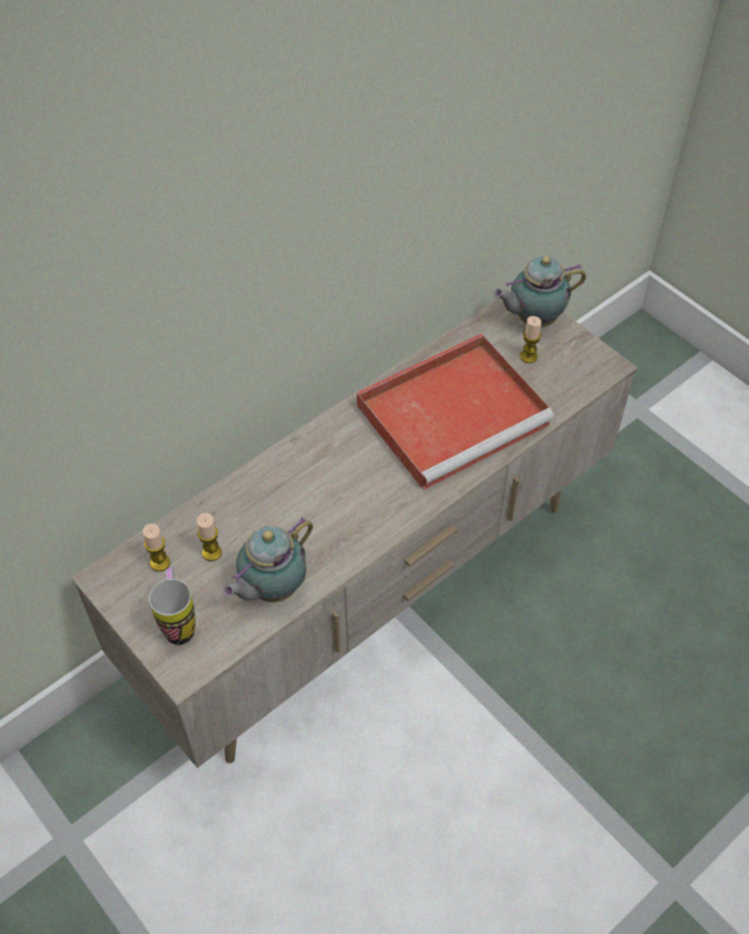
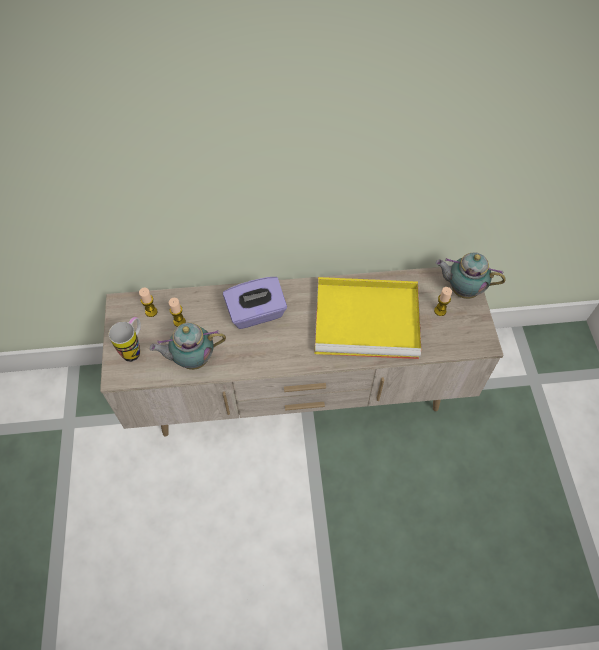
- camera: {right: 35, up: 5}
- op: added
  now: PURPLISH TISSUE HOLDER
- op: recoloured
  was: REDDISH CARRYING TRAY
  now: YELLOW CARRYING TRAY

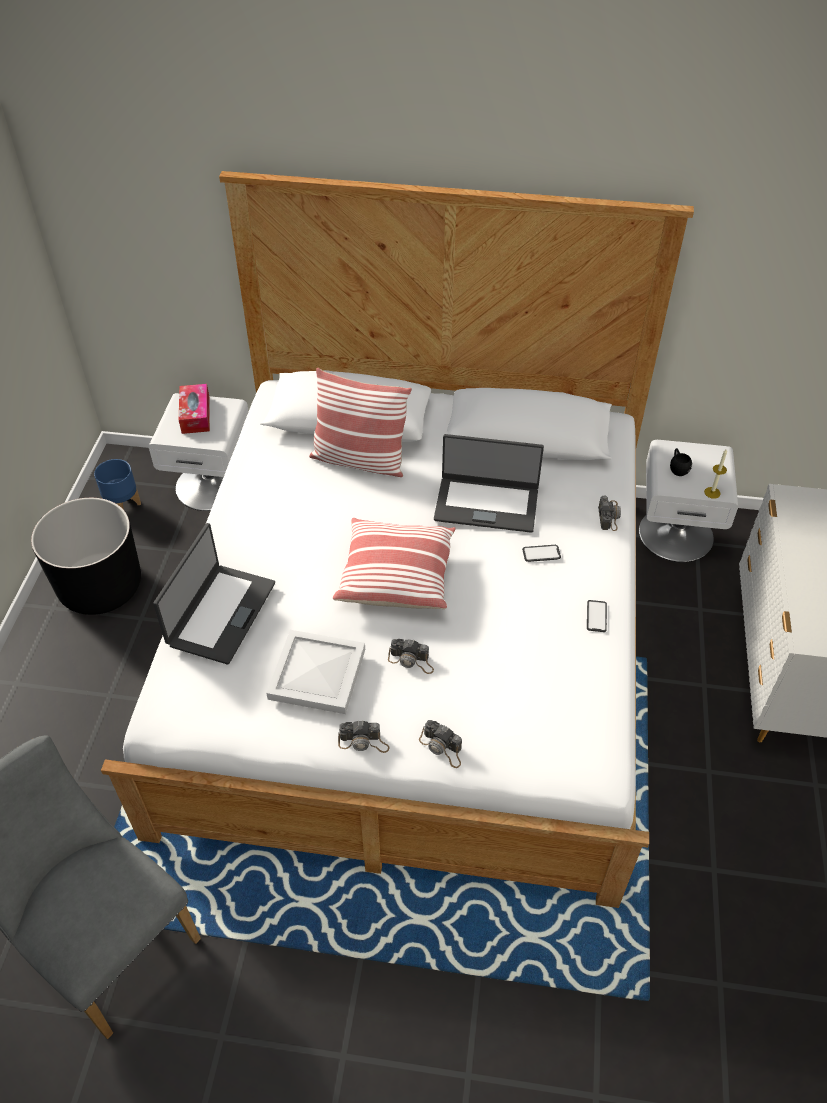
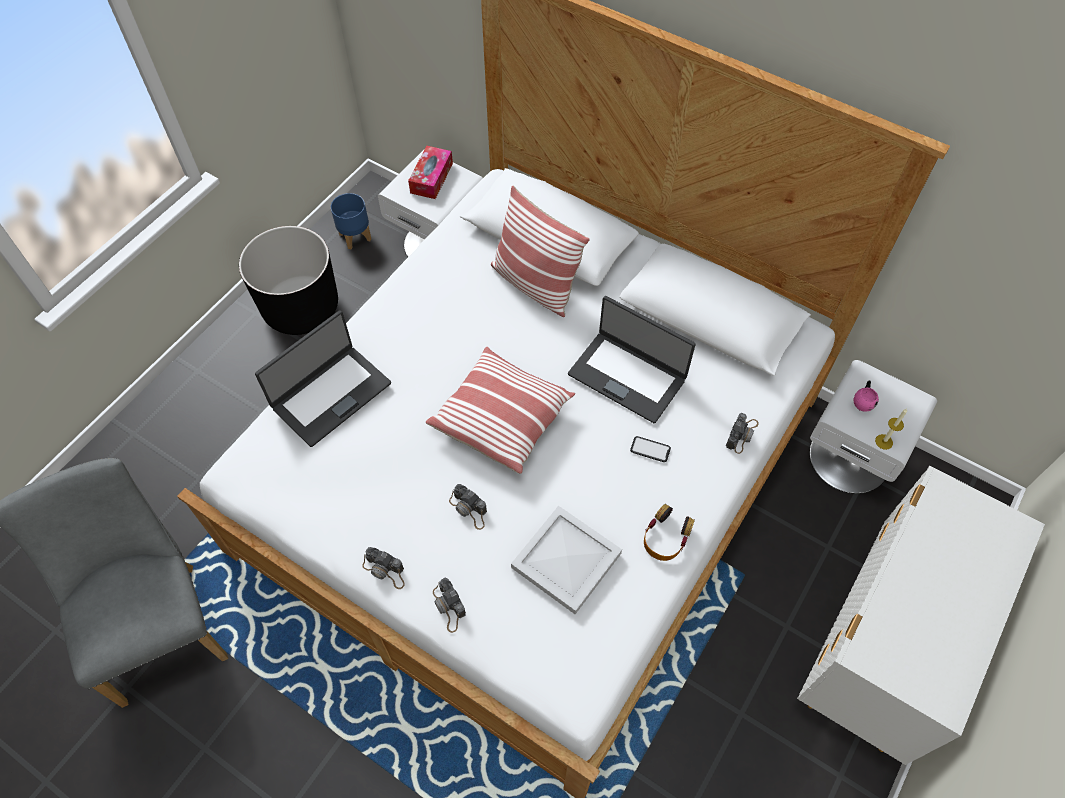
- camera: {right: 25, up: 10}
- op: moved
  was: WHITISH CARRYING TRAY
- op: replaced
  was: TELEPHONE (2nd from left)
  now: PAIR OF HEADPHONES
- op: recoloured
  was: BLACKISH COFFEE MUG
  now: PINK-COLOURED COFFEE MUG

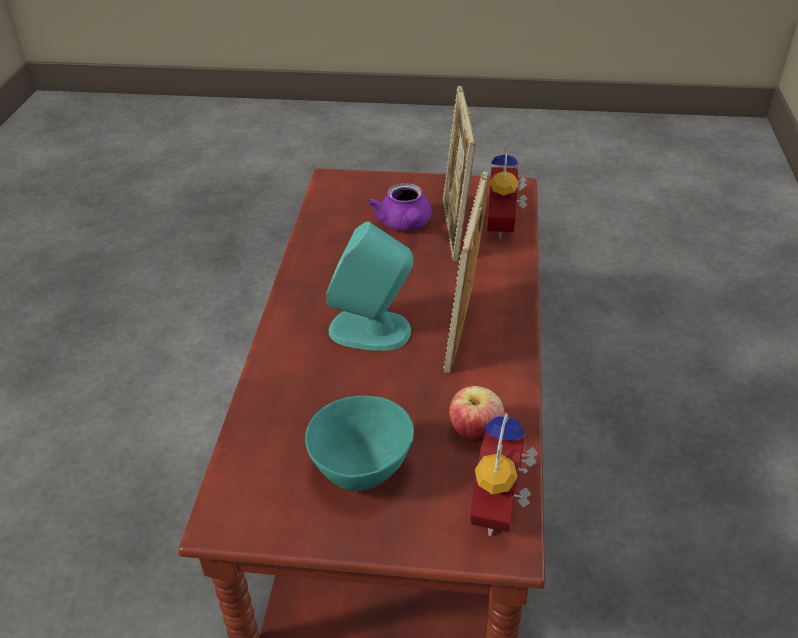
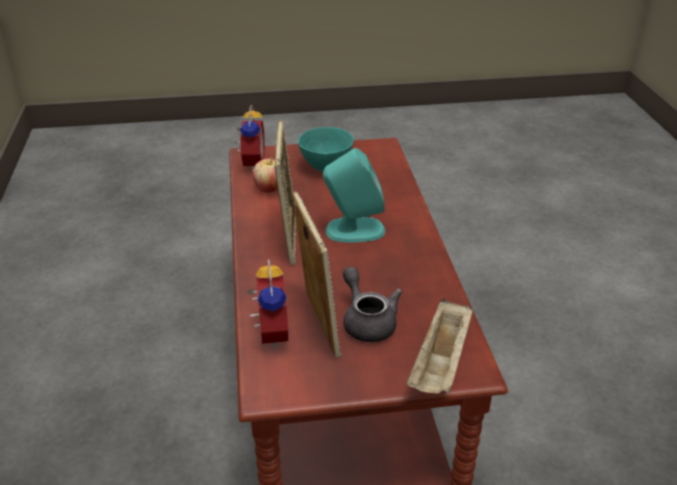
- camera: {right: 165, up: -5}
- op: recoloured
  was: PURPLISH POT FOR TEA
  now: GREY POT FOR TEA
- op: added
  now: BEIGE CARRYING TRAY

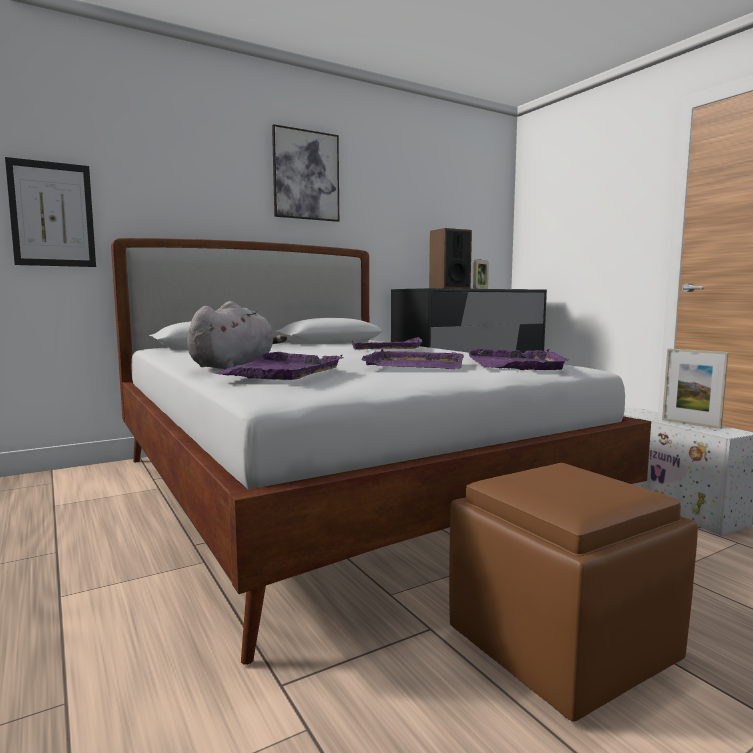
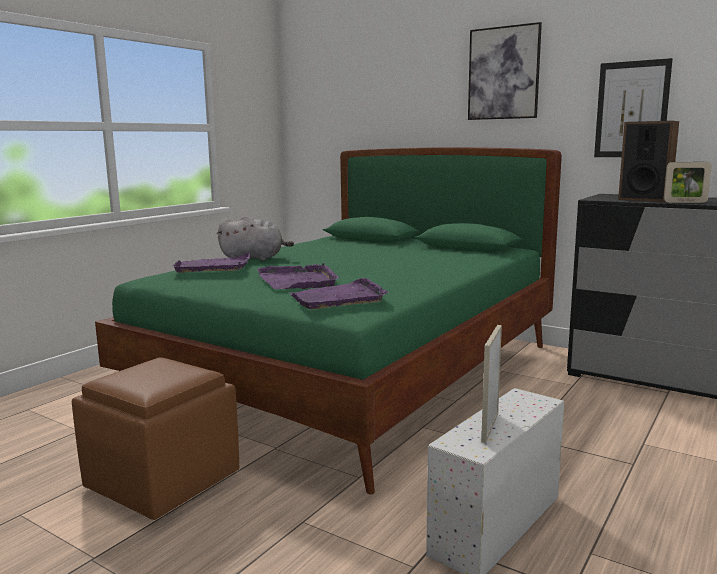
- camera: {right: 65, up: 5}
- op: recoloured
  was: WHITISH BEDROOM BED
  now: GREEN BEDROOM BED
- op: moved
  was: PICTURE (1st from left in the first image)
  now: PICTURE (2nd from left)
- op: removed
  was: PURPLISH CARRYING TRAY (2nd from left)

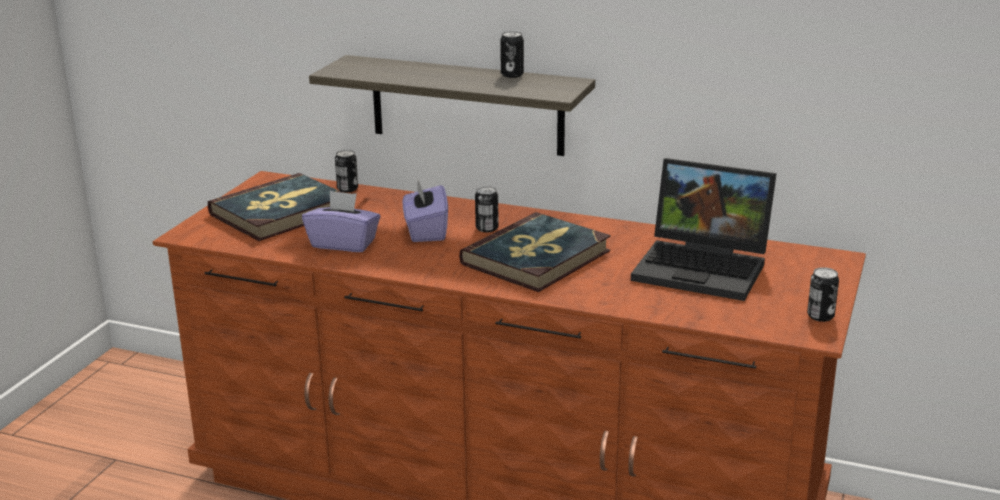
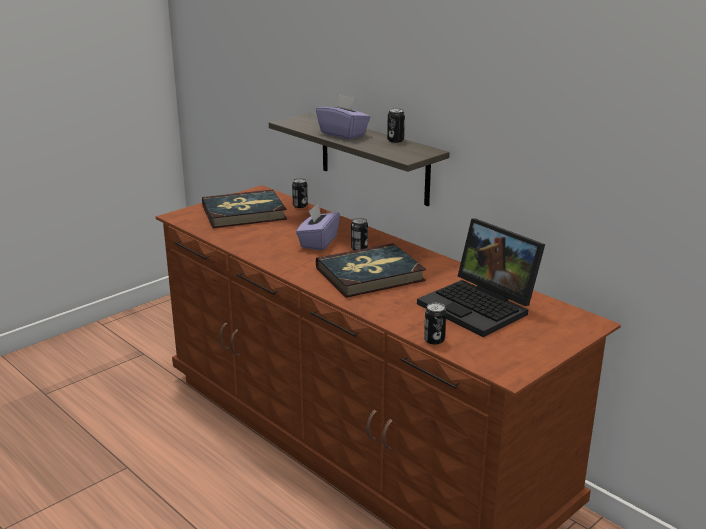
- camera: {right: 25, up: 0}
- op: moved
  was: PURPLISH TISSUE HOLDER (1st from left in the first image)
  now: PURPLISH TISSUE HOLDER (2nd from left)
- op: moved
  was: SEALED CAN (4th from left)

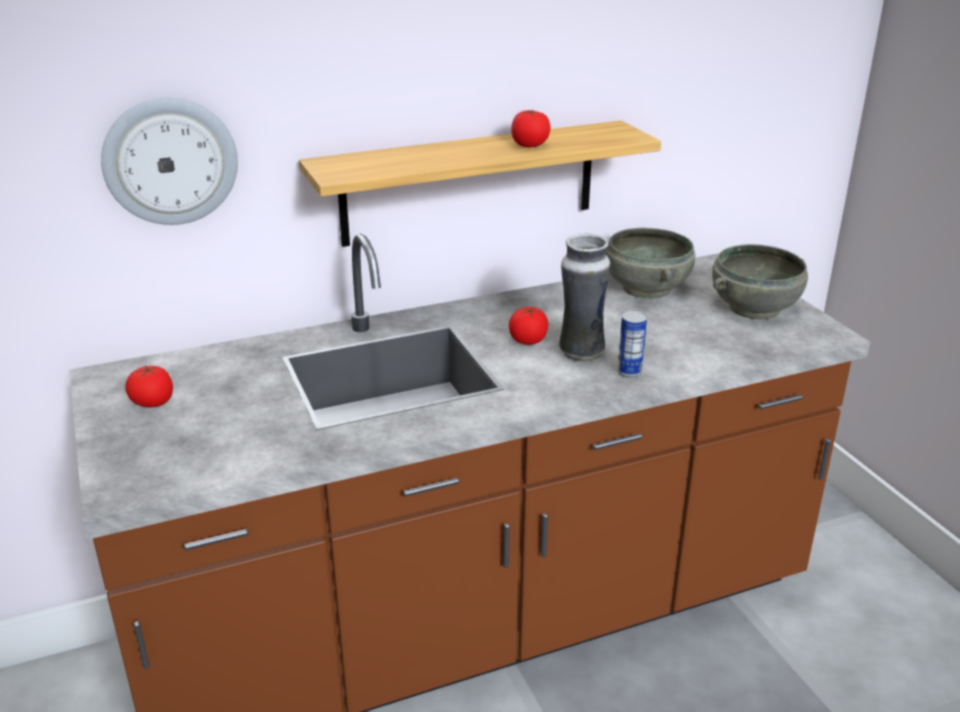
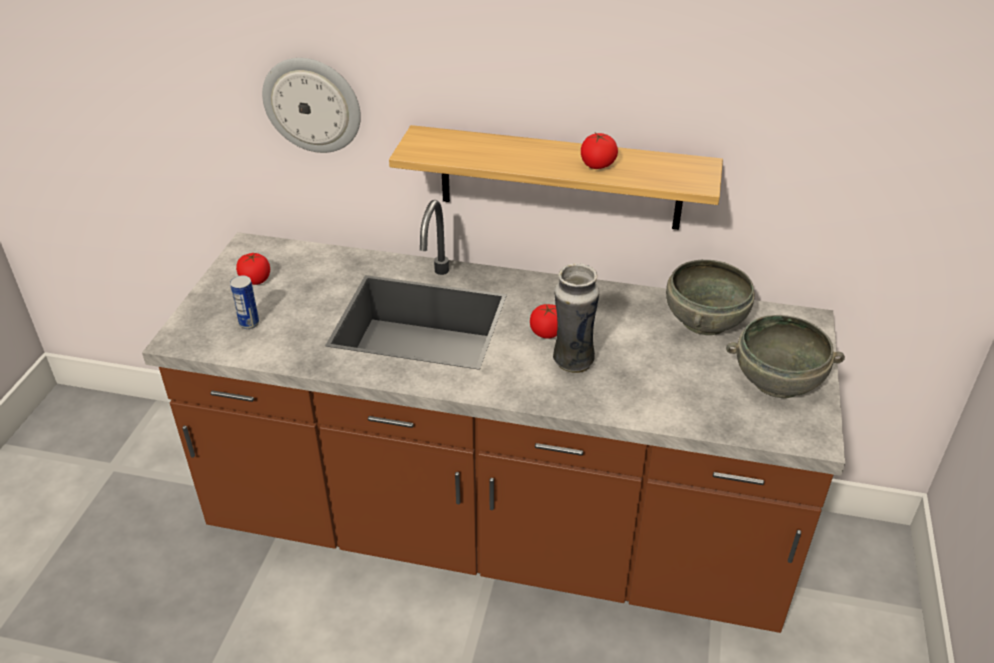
- camera: {right: 35, up: 10}
- op: moved
  was: SEALED CAN

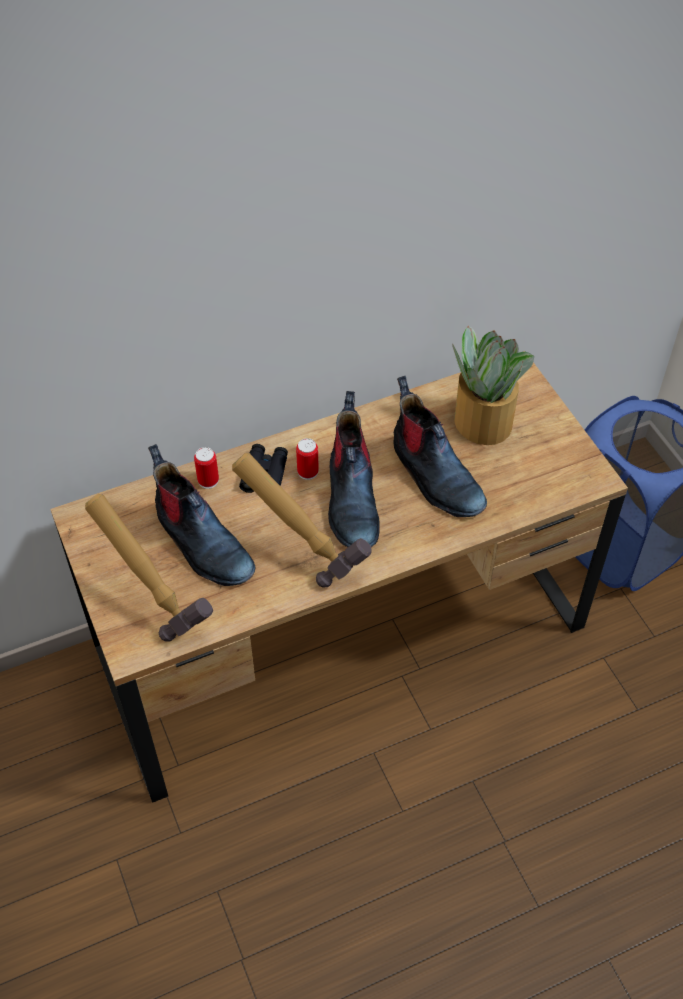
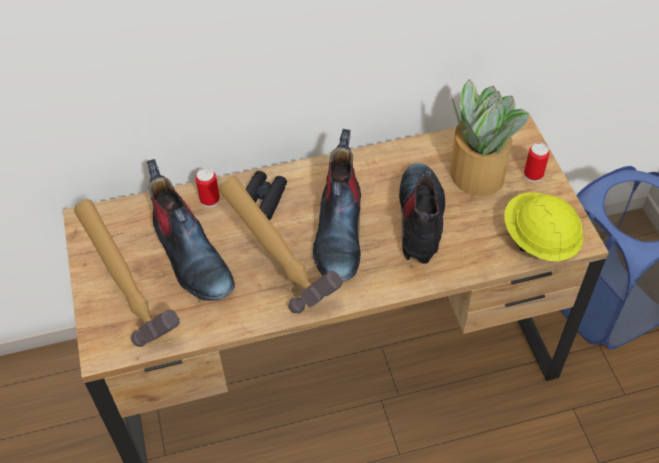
- camera: {right: 10, up: 0}
- op: turned
  was: TALL BOOT (3rd from left)
  clockwise: -150
- op: added
  now: YELLOW HARD HAT
- op: moved
  was: SEALED CAN (2nd from left)

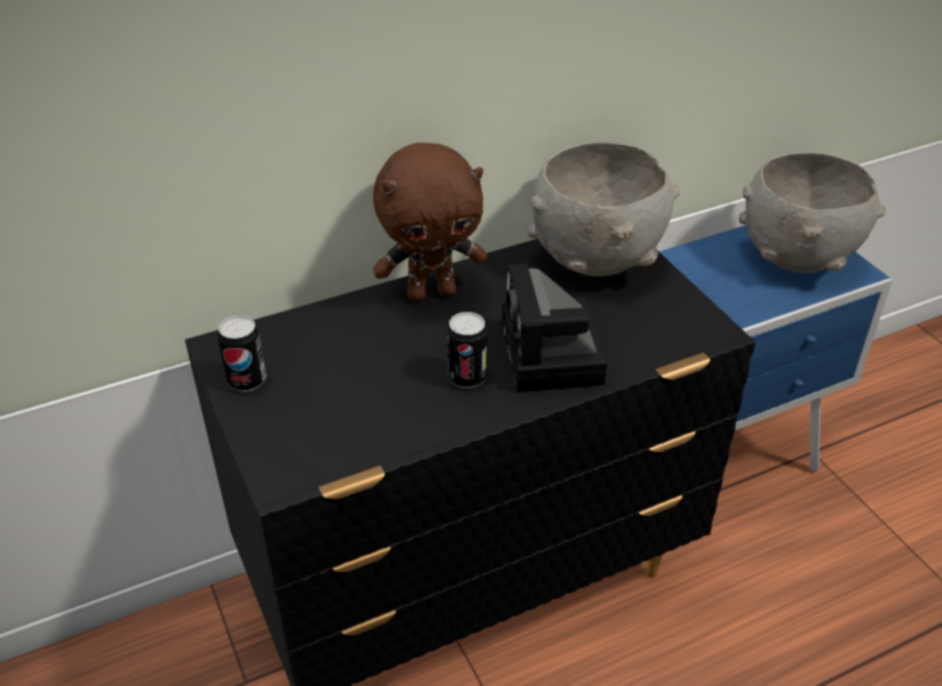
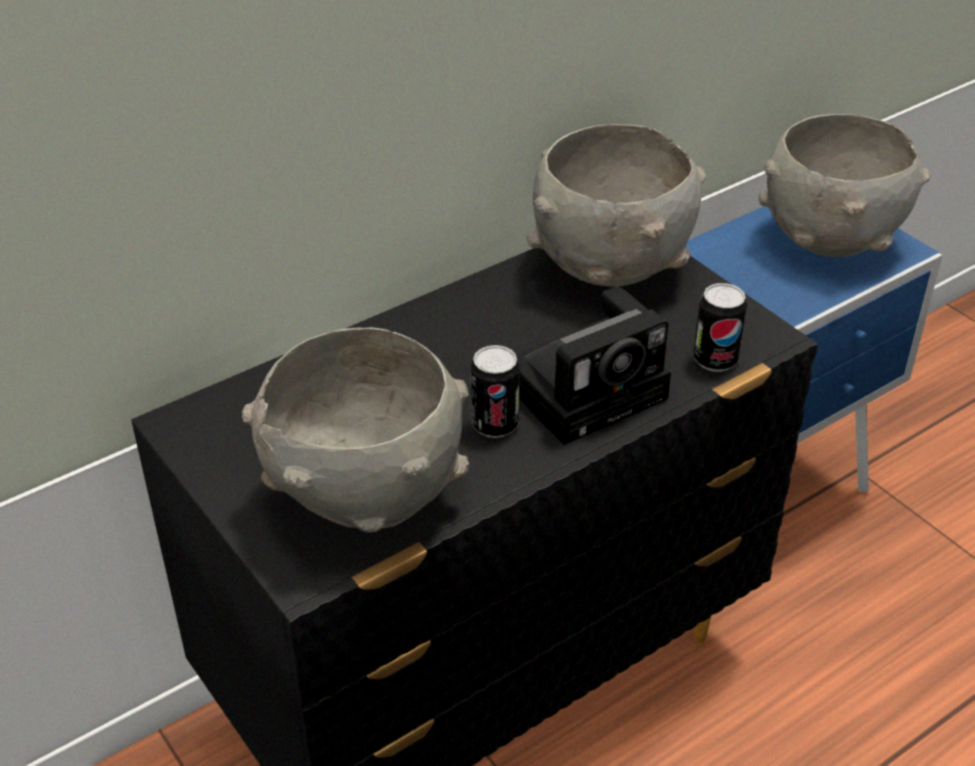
- camera: {right: -10, up: 0}
- op: added
  now: GREY BOWL (1st from left)
- op: turned
  was: STILL CAMERA
  clockwise: -105
- op: moved
  was: SEALED CAN (1st from left in the first image)
  now: SEALED CAN (2nd from left)
- op: removed
  was: BROWNISH PLUSH TOY

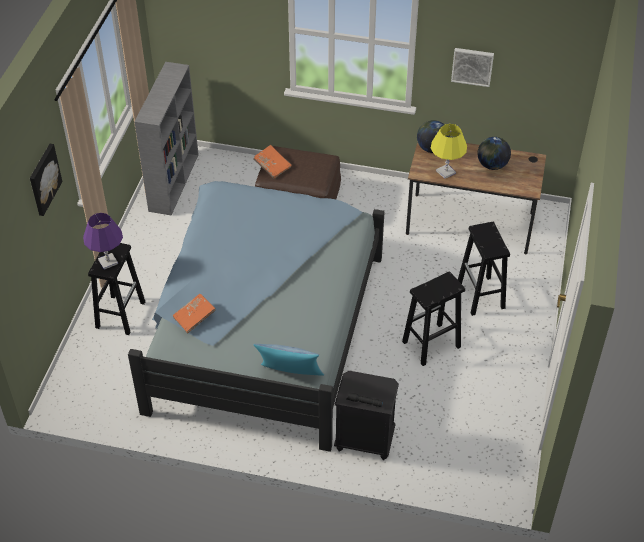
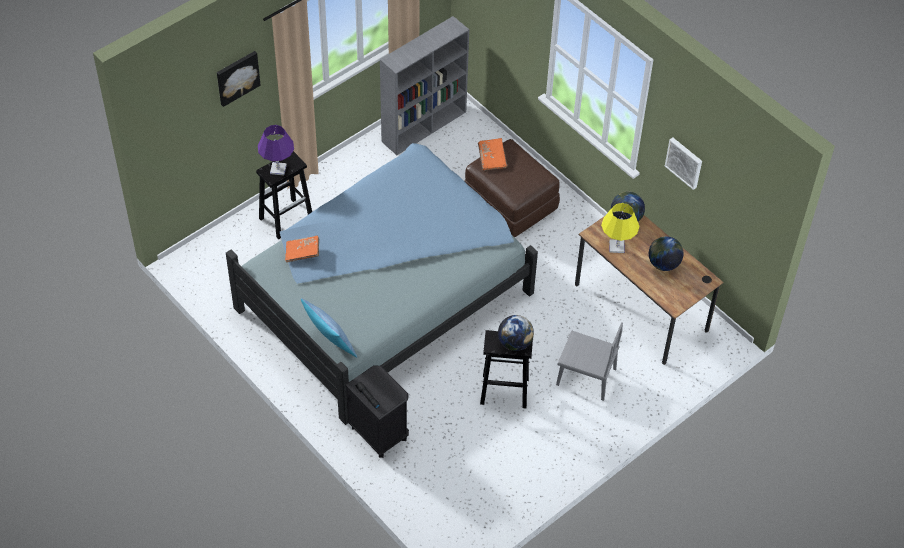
- camera: {right: 35, up: 5}
- op: added
  now: WORLD GLOBE (1st from left)
- op: replaced
  was: BLACKISH SITTING STOOL (3rd from left)
  now: GREY UPRIGHT CHAIR

